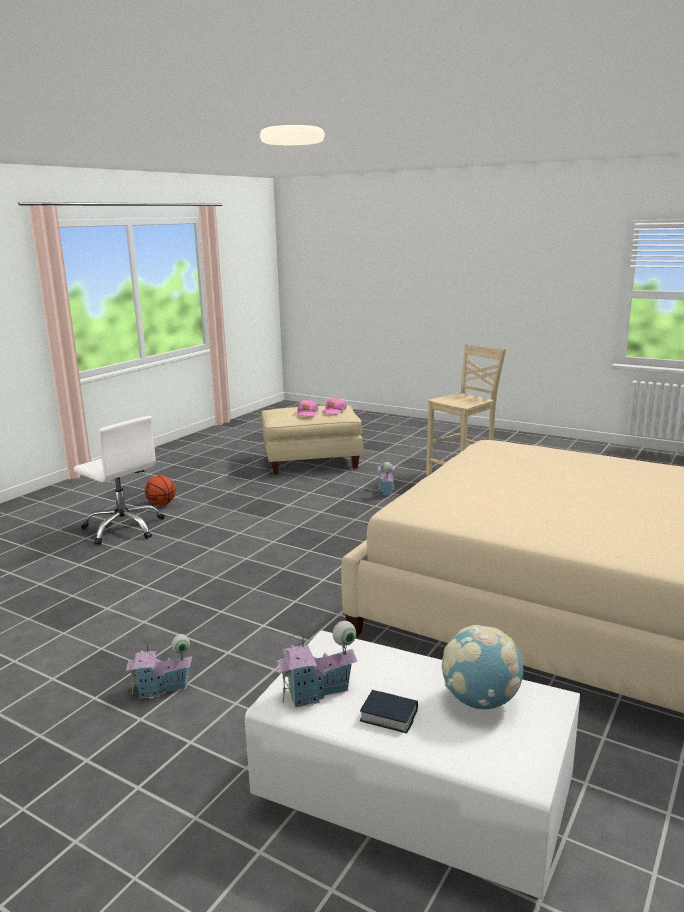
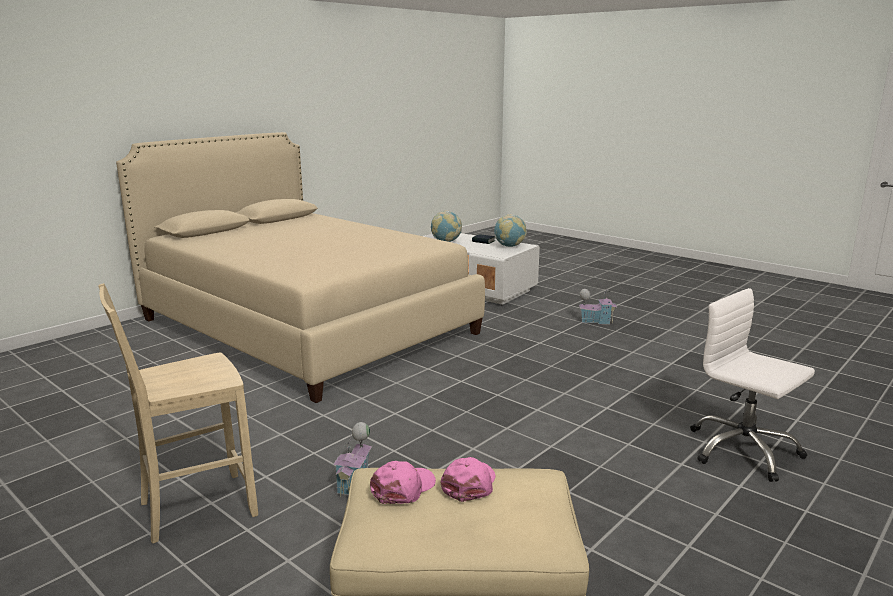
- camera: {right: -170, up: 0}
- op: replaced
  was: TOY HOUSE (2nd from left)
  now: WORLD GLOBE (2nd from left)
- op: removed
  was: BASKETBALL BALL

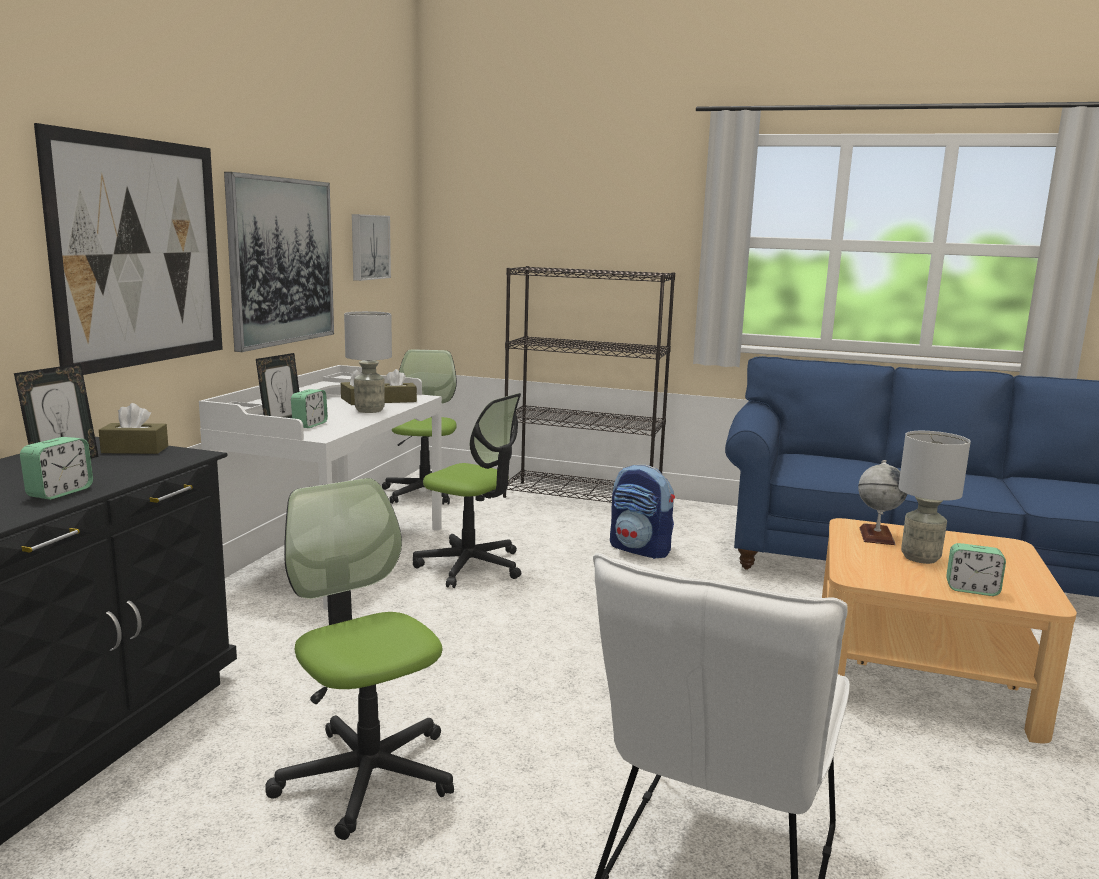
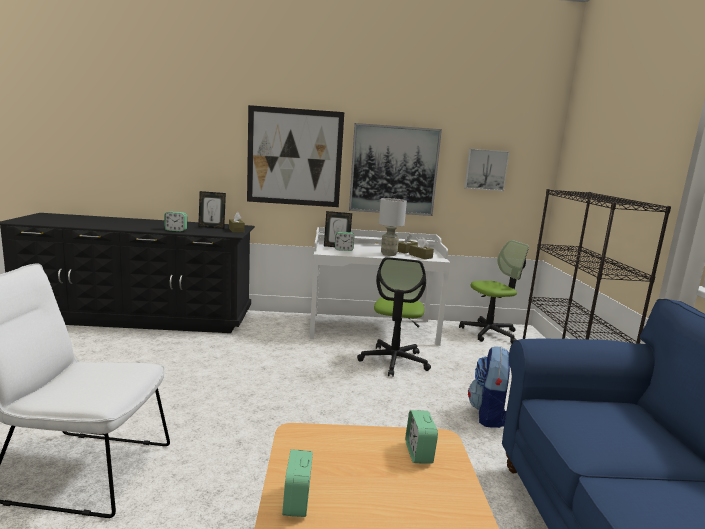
- camera: {right: 70, up: 0}
- op: replaced
  was: WORLD GLOBE
  now: BEDSIDE CLOCK (4th from left)
- op: removed
  was: OFFICE CHAIR (1st from left)
- op: removed
  was: GREY TABLE LAMP (2nd from left)

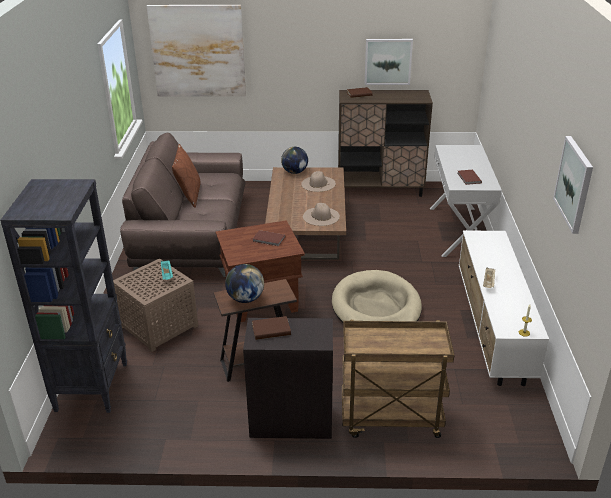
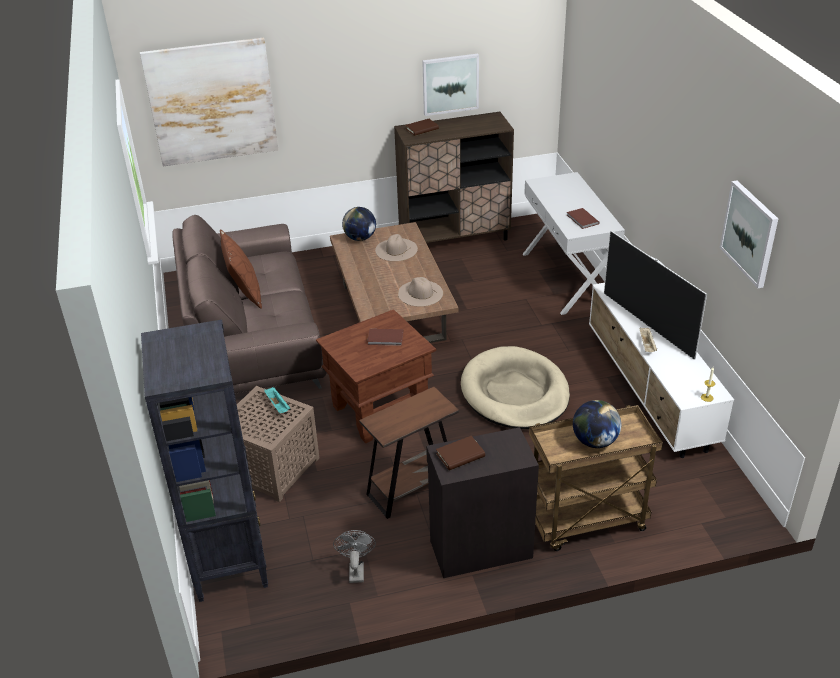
- camera: {right: -15, up: 5}
- op: added
  now: GREY FAN
- op: moved
  was: WORLD GLOBE (1st from left in the first image)
  now: WORLD GLOBE (2nd from left)
- op: added
  now: TV

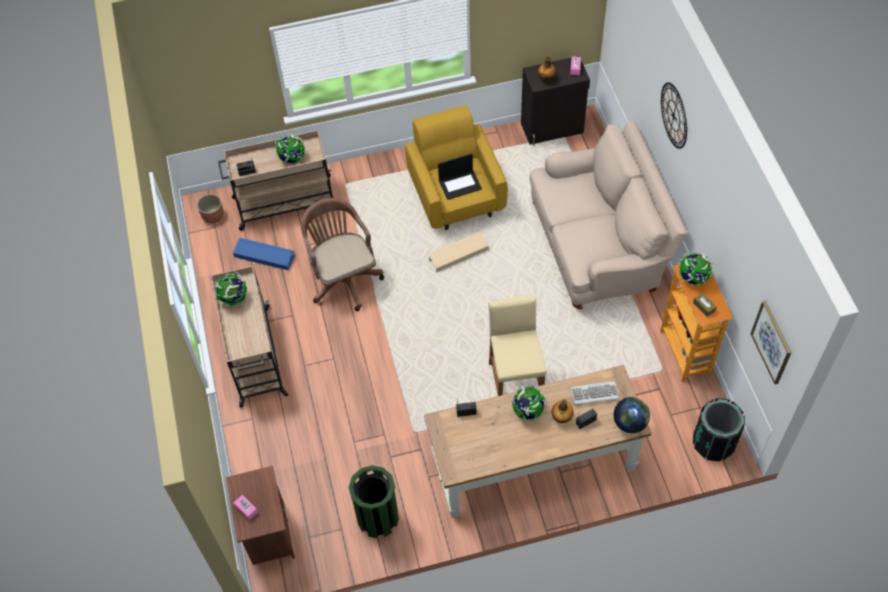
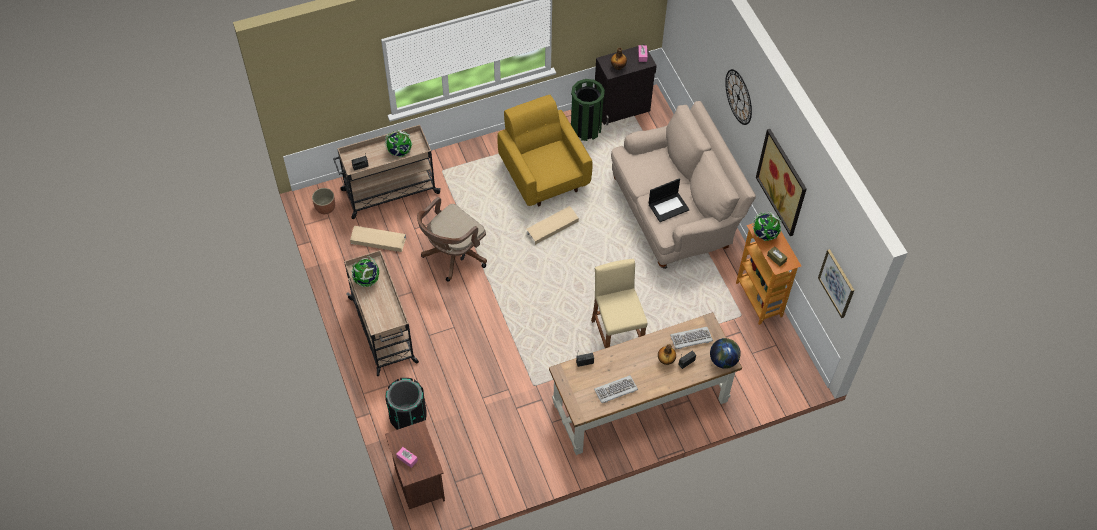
- camera: {right: -10, up: 0}
- op: recoloured
  was: BLUISH STORAGE CONTAINER
  now: BEIGE STORAGE CONTAINER (1st from left)
- op: moved
  was: BLACKISH RUBBISH BIN
- op: turned
  was: BROWNISH OFFICE CHAIR
  clockwise: -105
- op: moved
  was: GREEN RUBBISH BIN
- op: added
  now: KEYBOARD (1st from left)
- op: moved
  was: NOTEBOOK COMPUTER
- op: added
  now: PICTURE (1st from left)
- op: removed
  was: WORLD GLOBE (3rd from left)

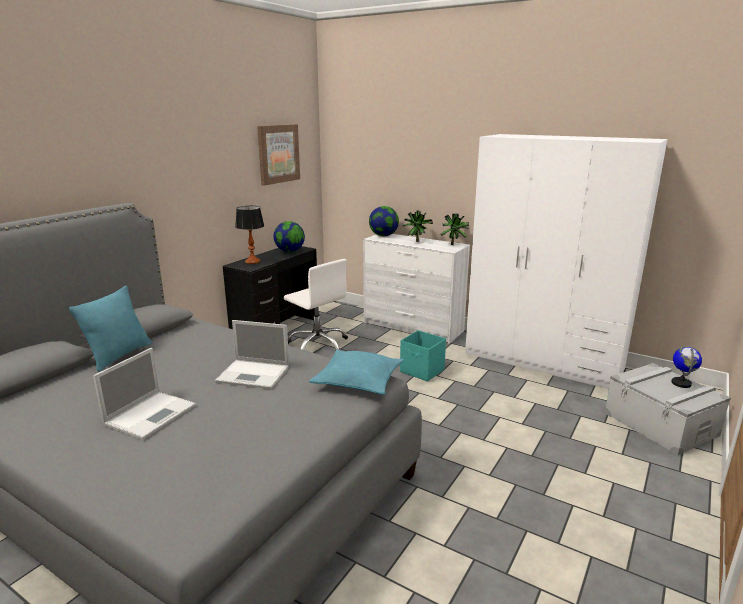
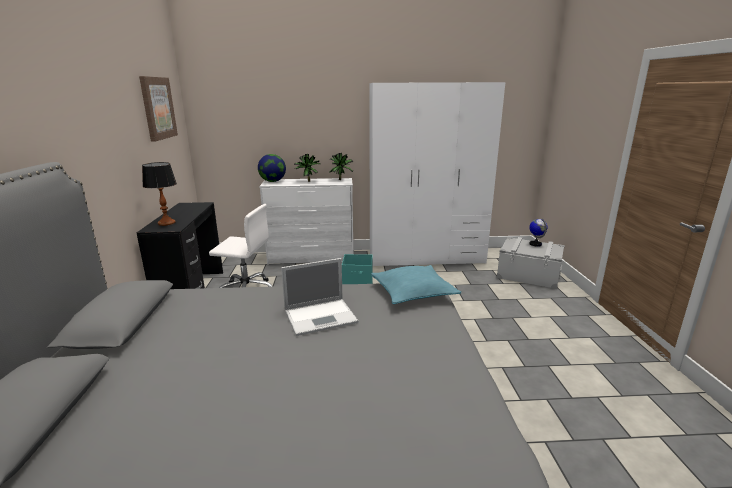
- camera: {right: -35, up: 0}
- op: removed
  was: TURQUOISE THROW PILLOW (1st from left)
- op: removed
  was: NOTEBOOK COMPUTER (1st from left)
- op: removed
  was: WORLD GLOBE (1st from left)

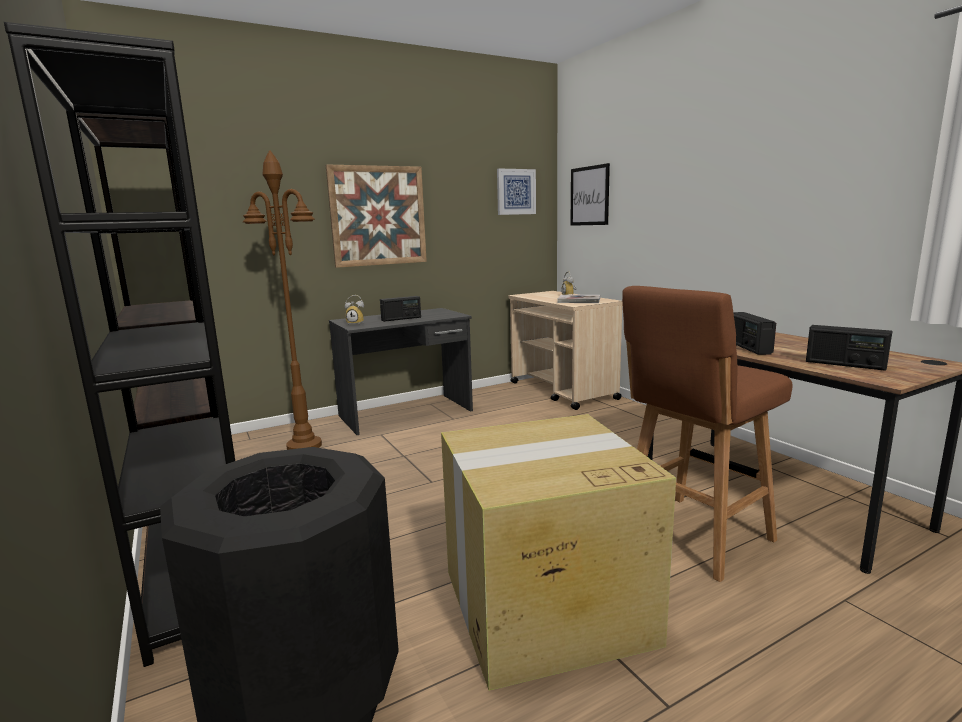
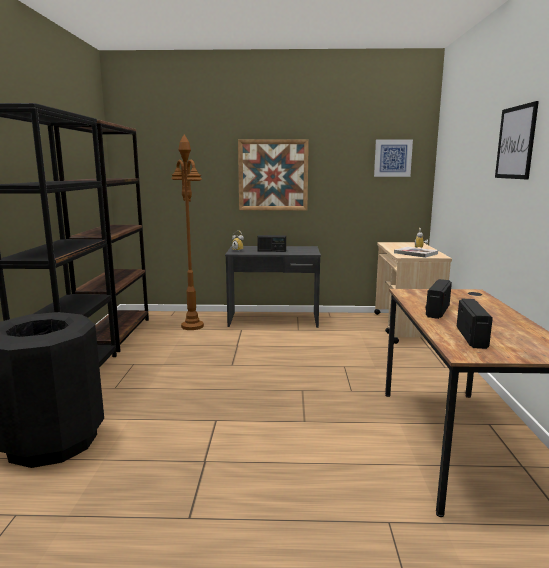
- camera: {right: 30, up: 0}
- op: turned
  was: RADIO SET (3rd from left)
  clockwise: -150
- op: moved
  was: PICTURE (3rd from left)
- op: removed
  was: PACKING BOX
- op: removed
  was: BROWNISH SITTING STOOL

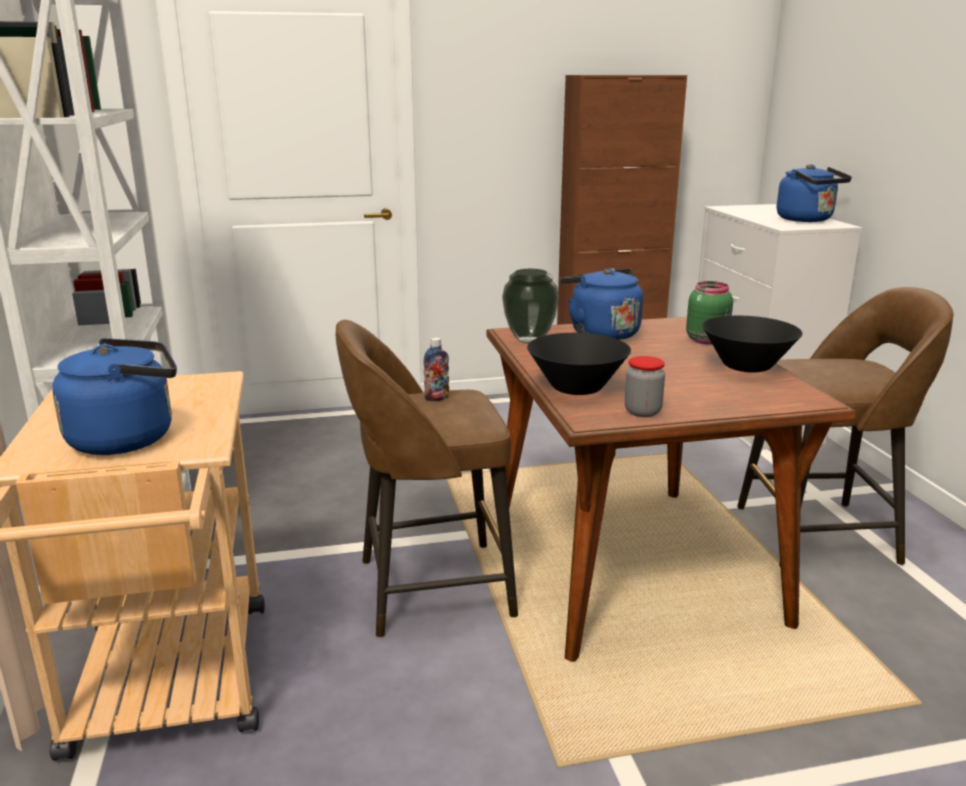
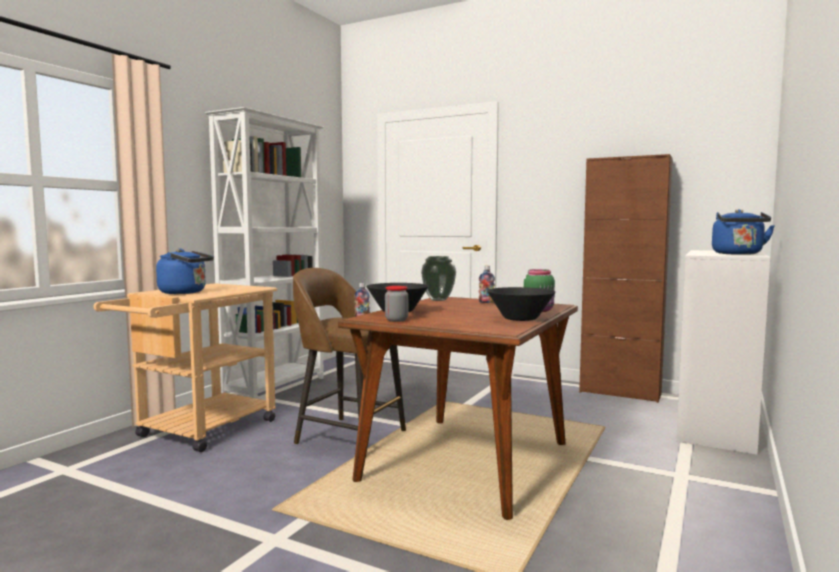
- camera: {right: 40, up: -15}
- op: replaced
  was: BLUISH WATER KETTLE (2nd from left)
  now: DRINK BOTTLE (2nd from left)
- op: removed
  was: BROWNISH SITTING STOOL (2nd from left)

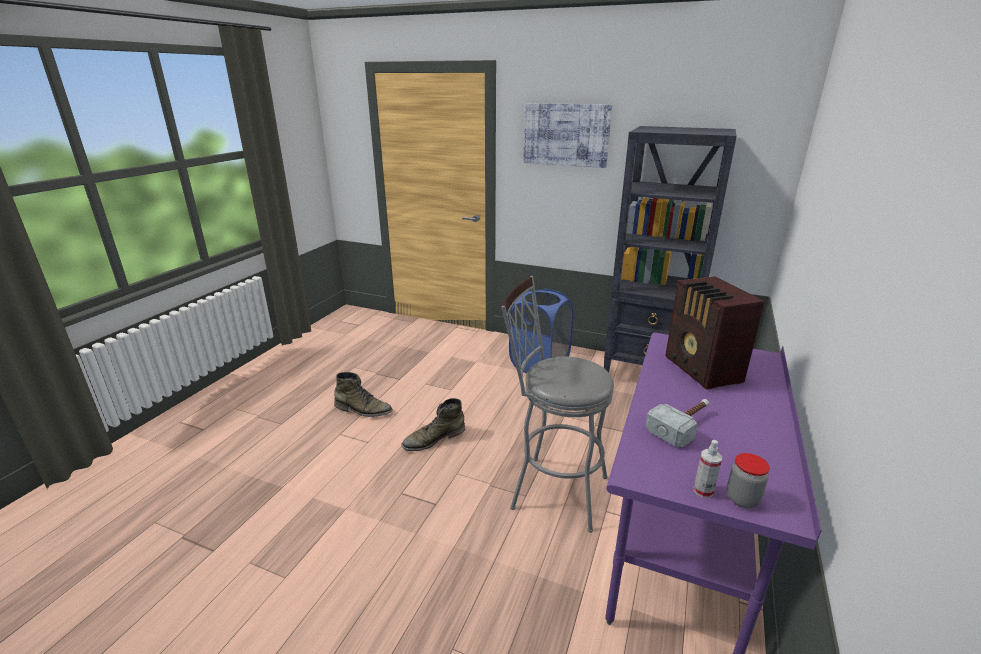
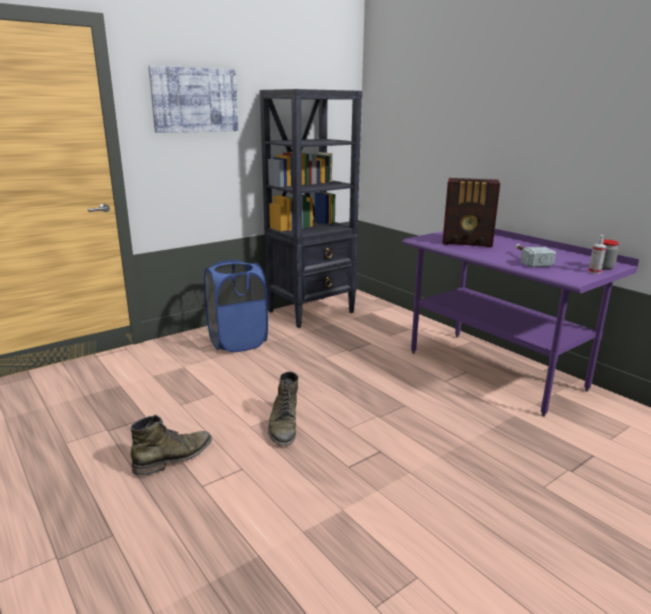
- camera: {right: -60, up: -5}
- op: removed
  was: GREY SITTING STOOL

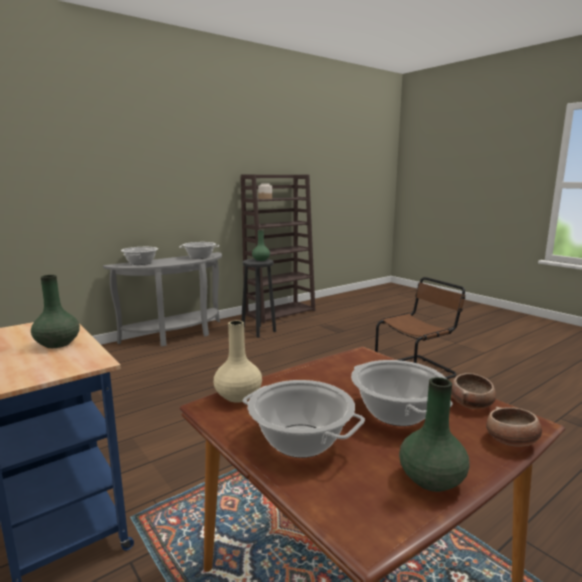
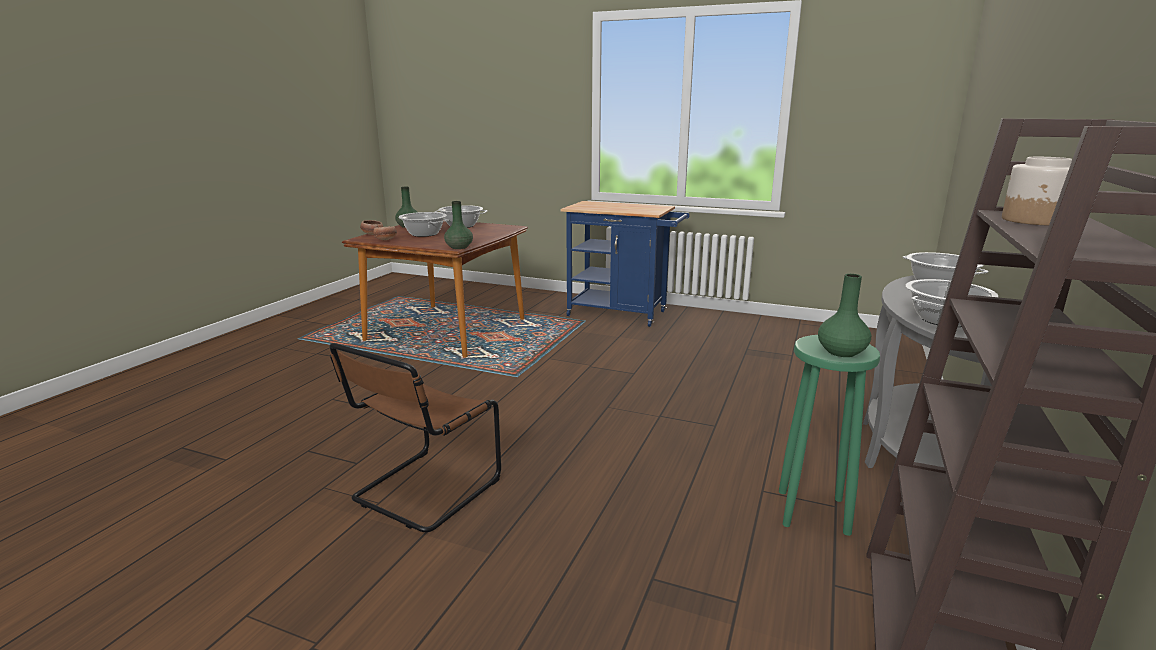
- camera: {right: 150, up: 5}
- op: moved
  was: GREEN DECORATIVE VASE (1st from left in the first image)
  now: GREEN DECORATIVE VASE (2nd from left)
- op: recoloured
  was: BLACKISH SITTING STOOL
  now: GREEN SITTING STOOL
- op: removed
  was: BEIGE DECORATIVE VASE

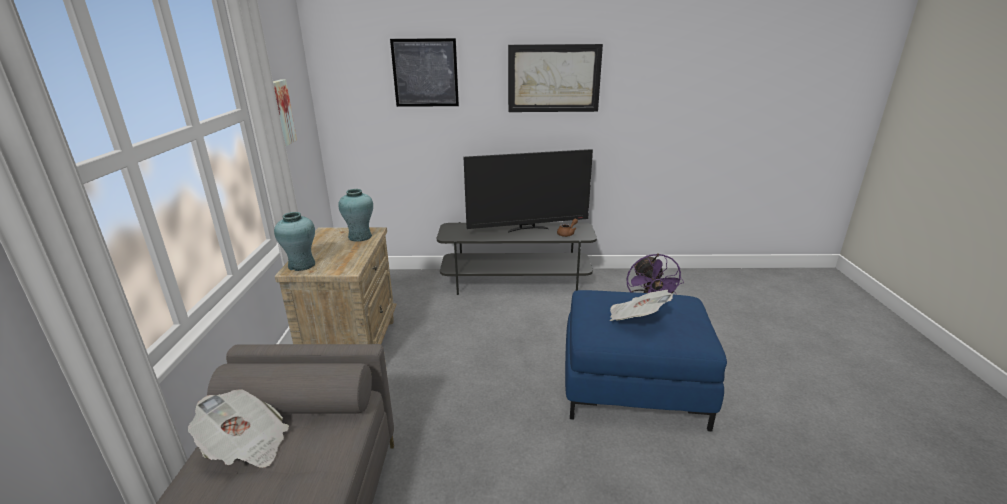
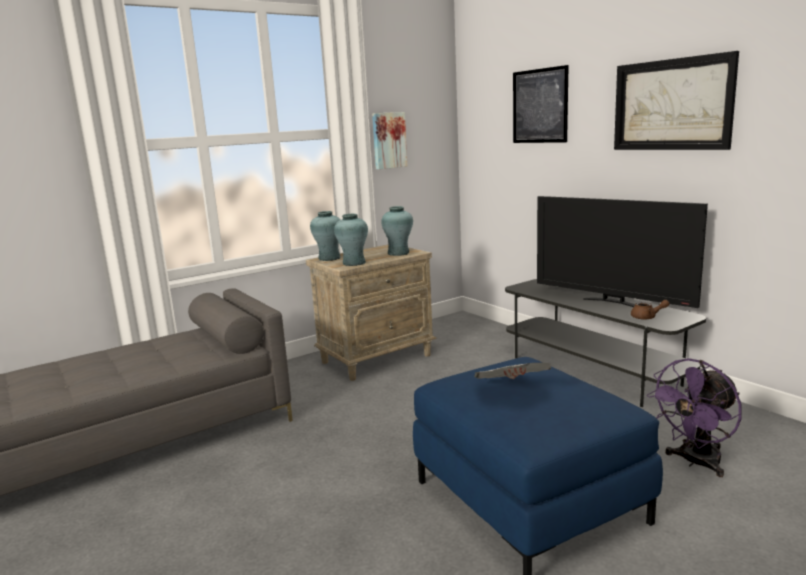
- camera: {right: 55, up: -10}
- op: added
  now: TURQUOISE DECORATIVE VASE (2nd from left)
- op: removed
  was: DAILY PAPER (1st from left)

